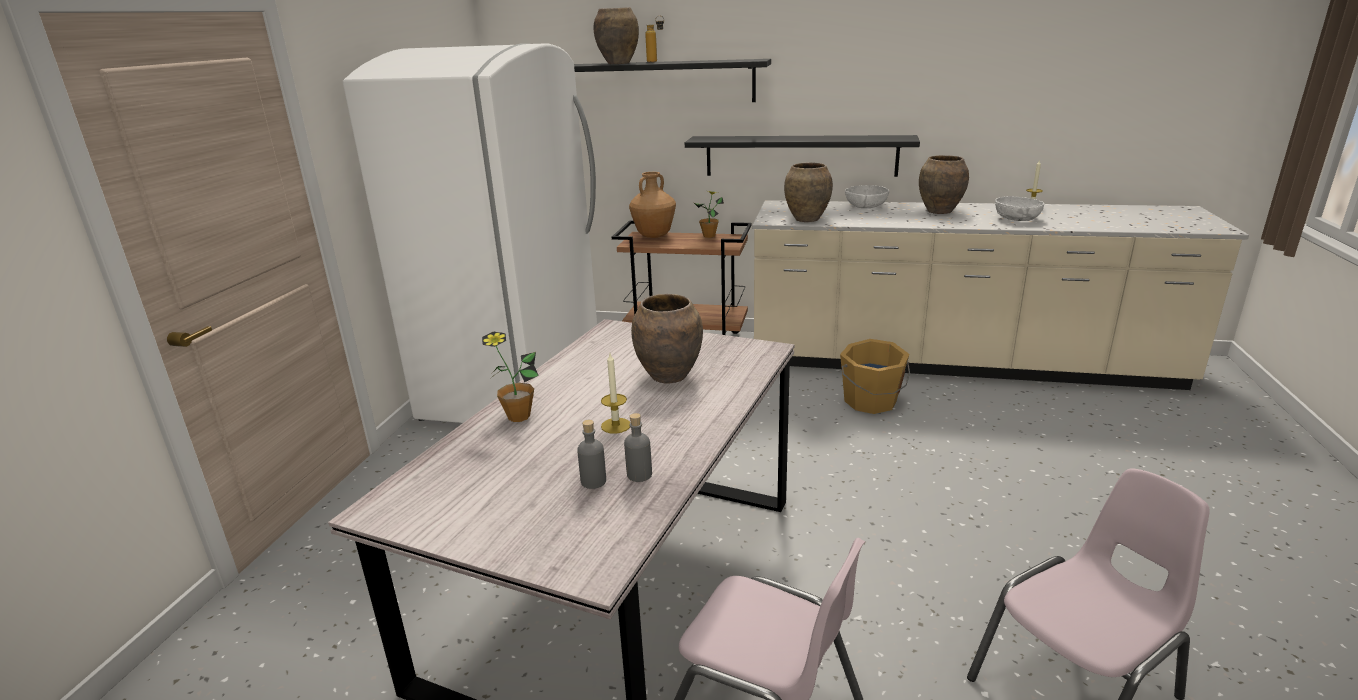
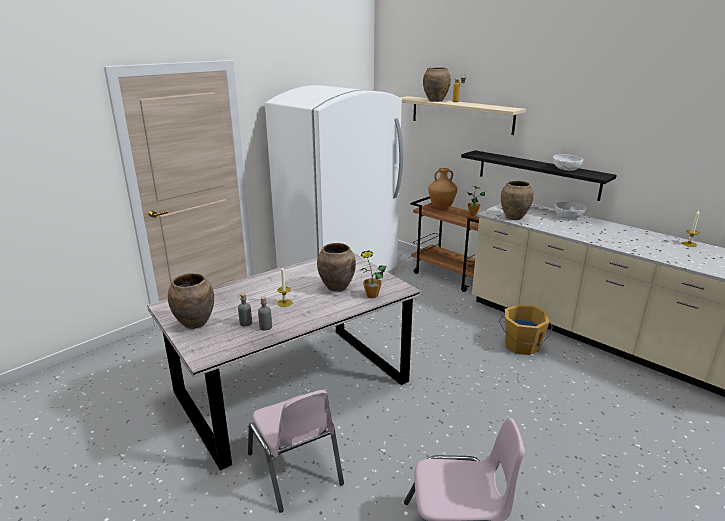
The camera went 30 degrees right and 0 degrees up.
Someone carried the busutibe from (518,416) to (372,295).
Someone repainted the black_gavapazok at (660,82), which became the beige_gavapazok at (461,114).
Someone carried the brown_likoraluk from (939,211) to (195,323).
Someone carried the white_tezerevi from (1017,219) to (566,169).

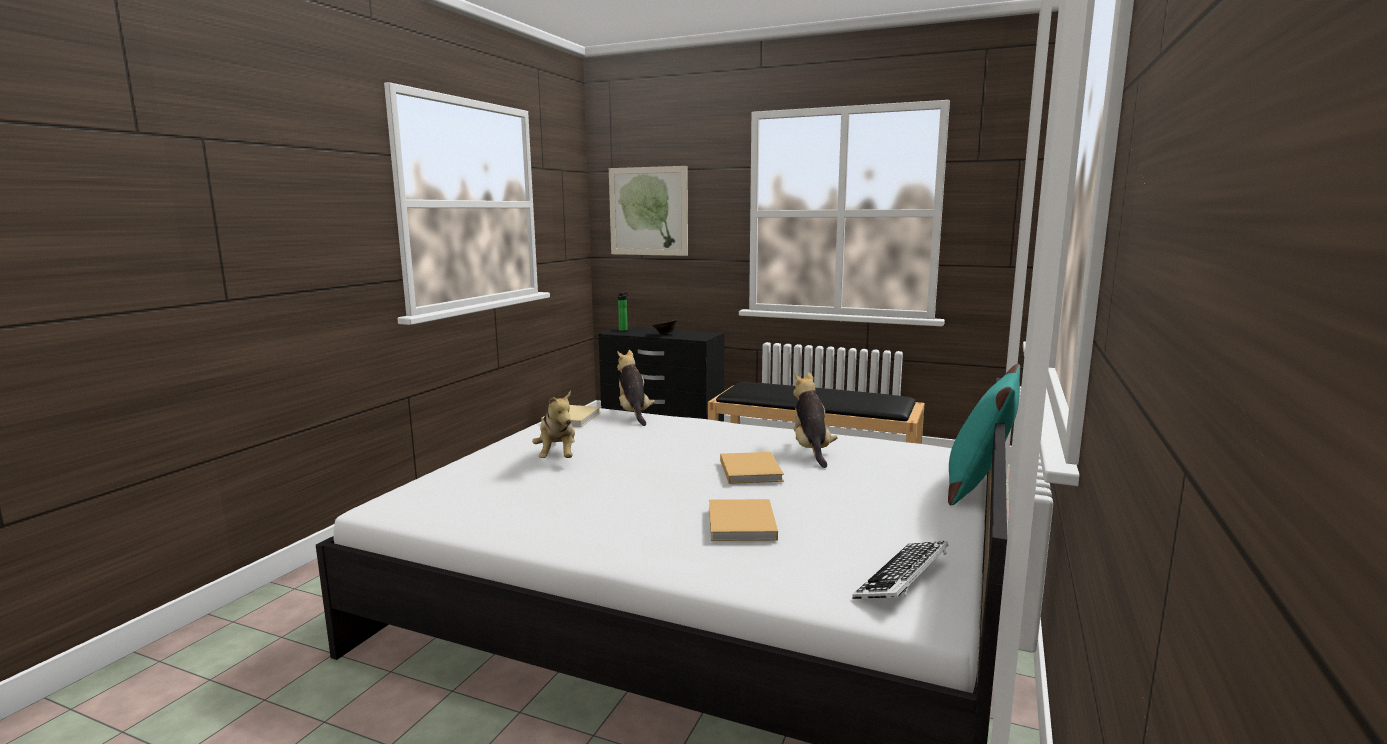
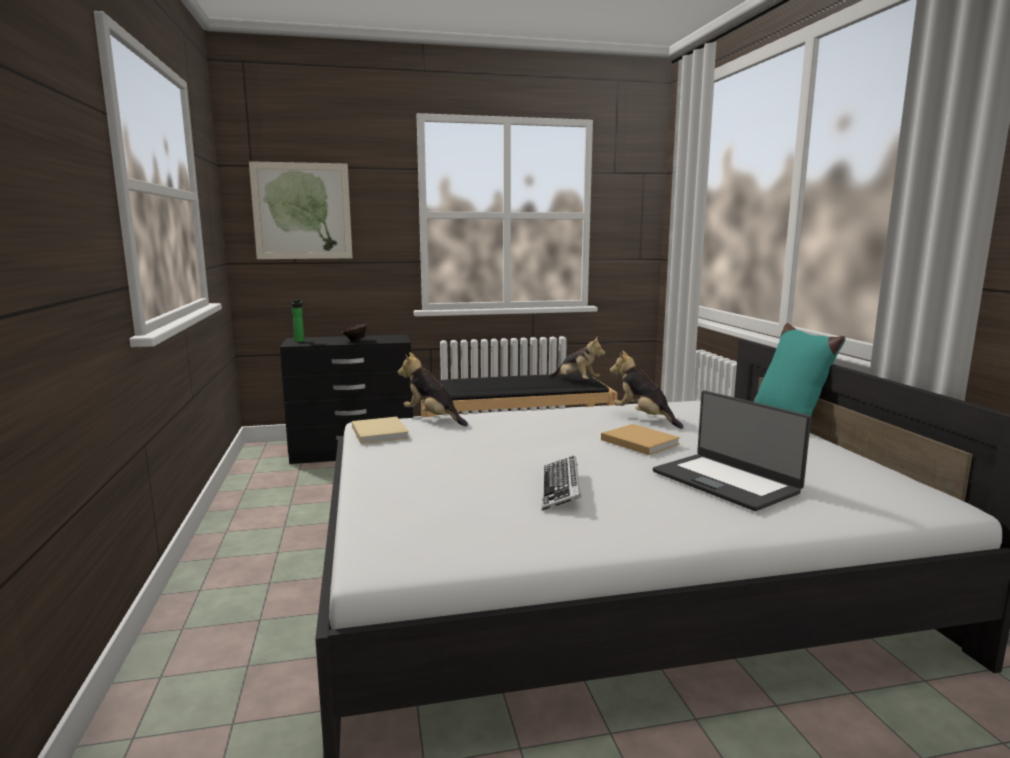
The camera went 35 degrees left and 0 degrees up.
Someone carried the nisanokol from (557,457) to (576,381).
Someone swapped the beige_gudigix at (741,524) for the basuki at (726,481).
Someone carried the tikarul from (903,579) to (560,489).

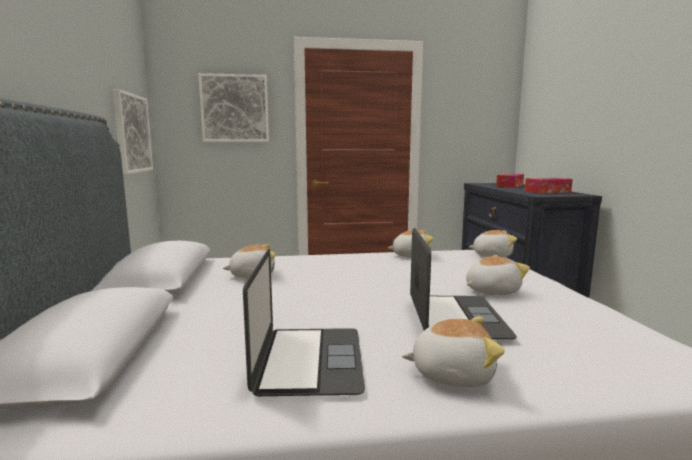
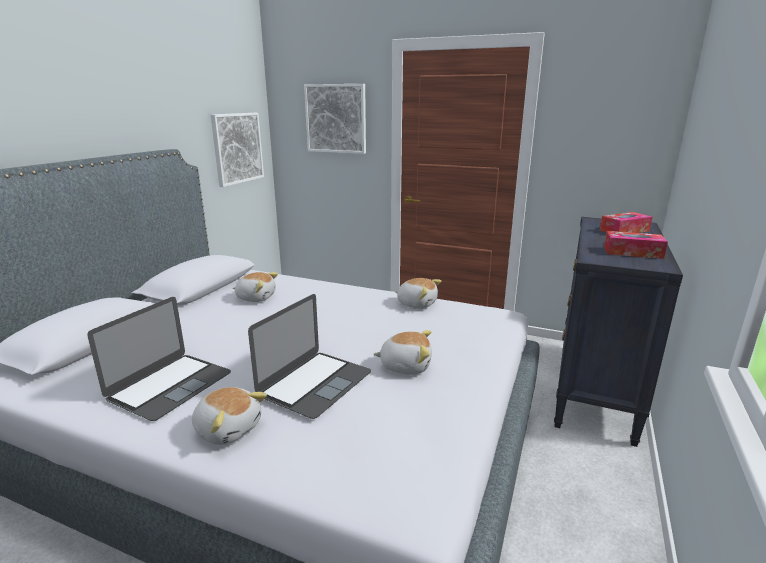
The camera went 30 degrees right and 10 degrees up.
Someone took away the nisanokol at (492,255).

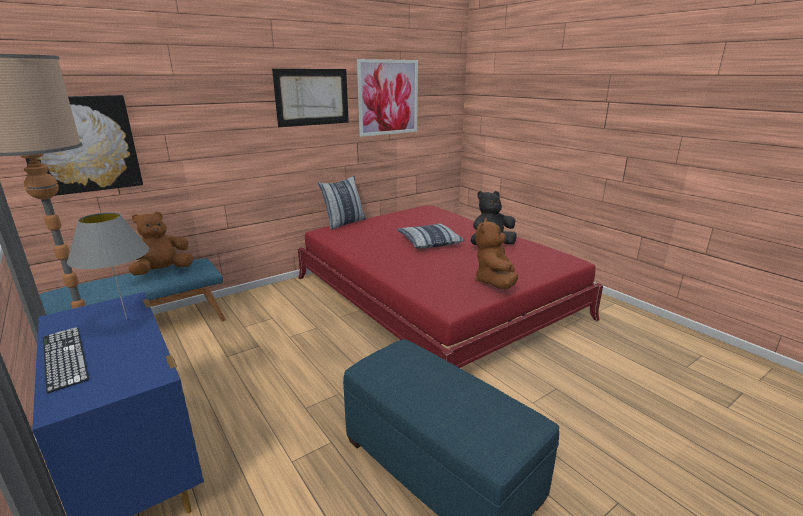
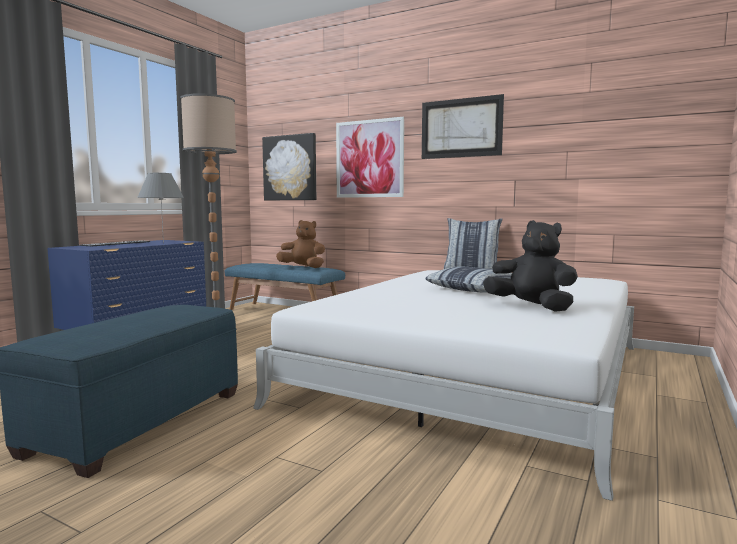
The camera went 65 degrees right and 15 degrees down.
Someone repainted the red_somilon at (435,297), which became the white_somilon at (476,373).
Someone carried the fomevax from (388,97) to (369,159).
Someone took away the brown_nisanokol at (495,282).

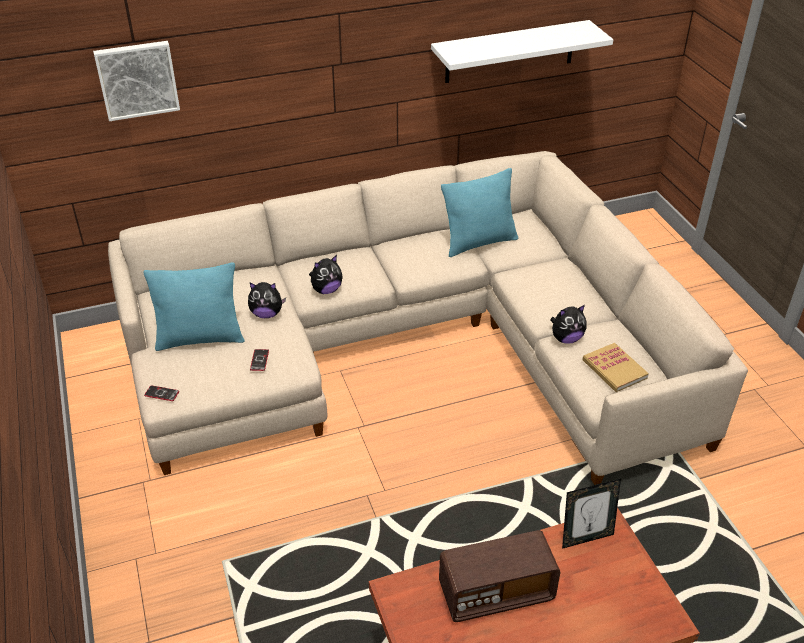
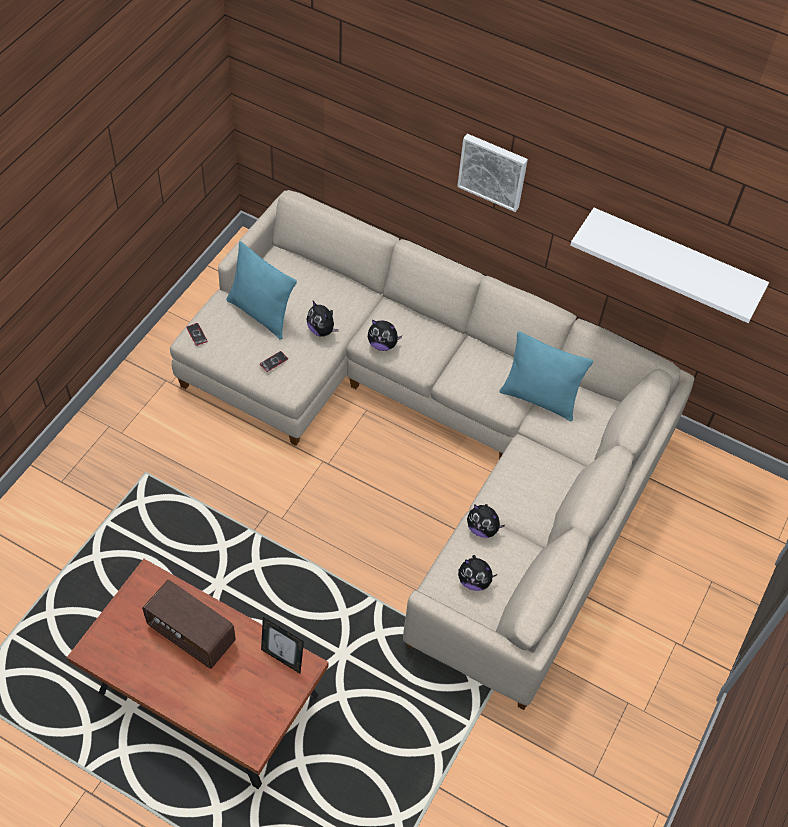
The camera went 45 degrees right and 15 degrees up.
Someone carried the fomevax from (137,79) to (493,170).
Someone swapped the gudigix at (614,369) for the nisanokol at (474,581).

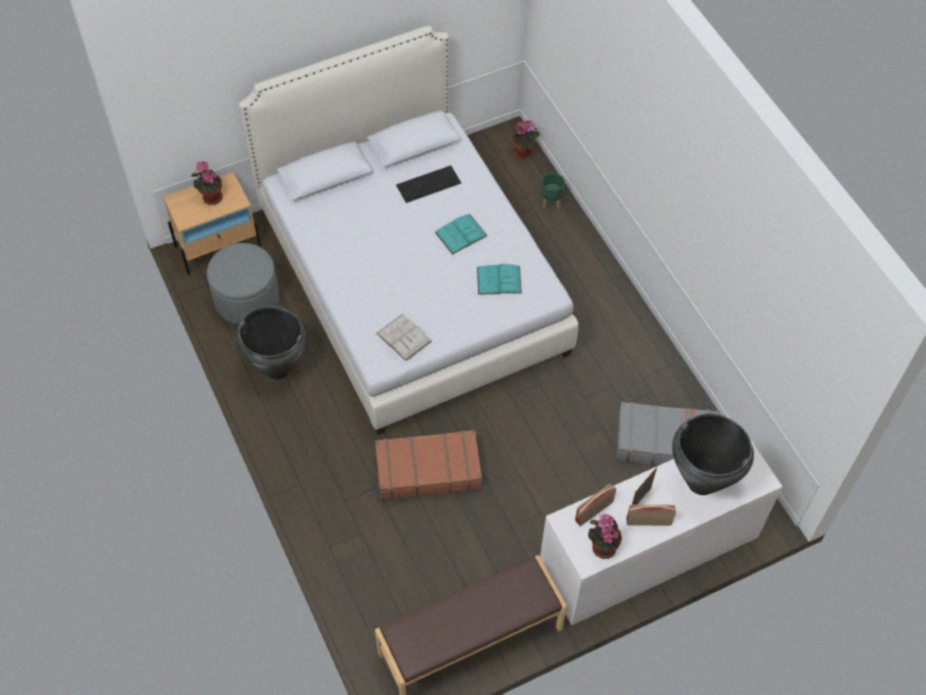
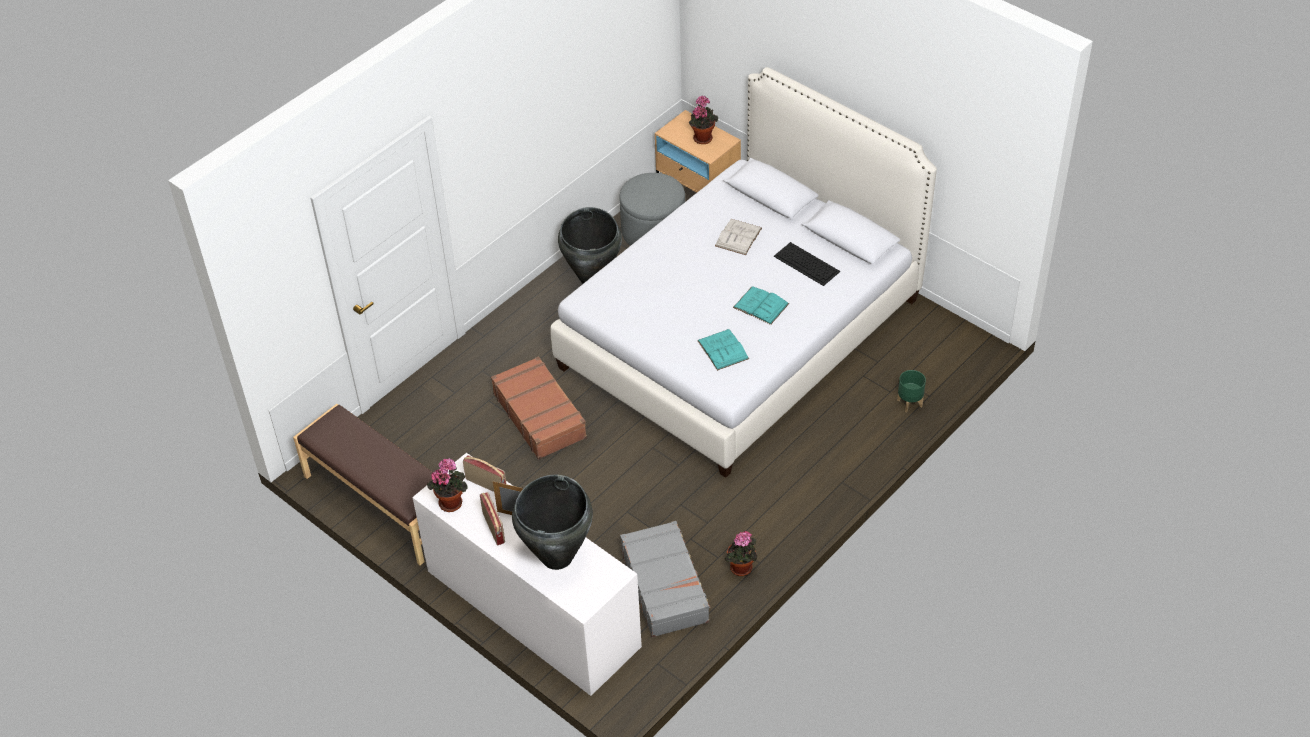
The camera went 70 degrees right and 10 degrees down.
Someone carried the white_gudigix from (404,337) to (738,237).
Someone carried the busutibe from (524,153) to (741,569).

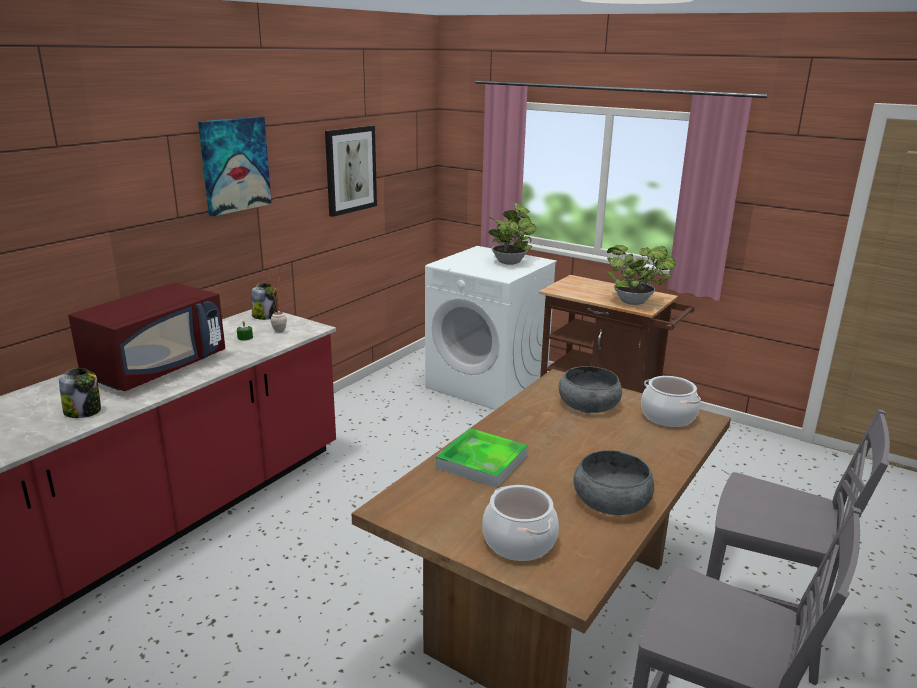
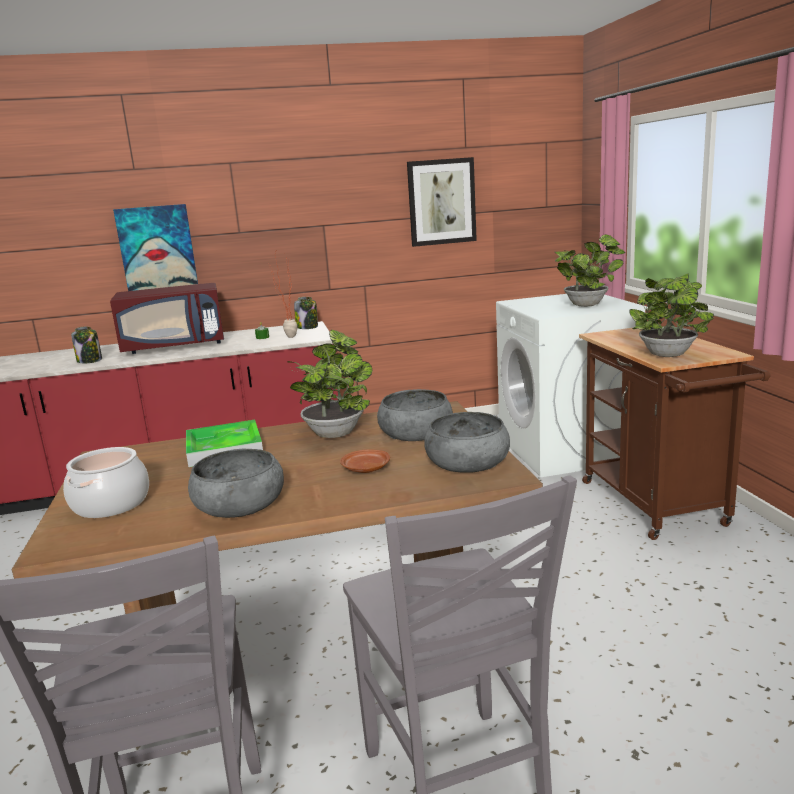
The camera went 45 degrees right and 5 degrees down.
Someone carried the fomevax from (234,165) to (157,247).
Someone swapped the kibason at (667,416) for the grey_tezerevi at (468,462).
Someone put down the busutibe at (335,431).
Someone put down the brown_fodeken at (365,469).

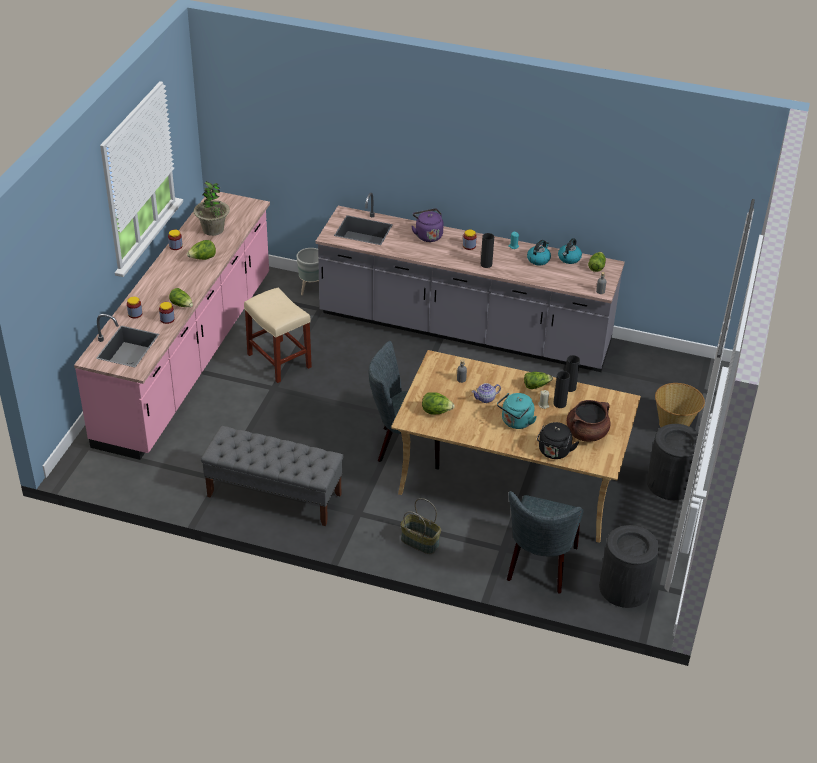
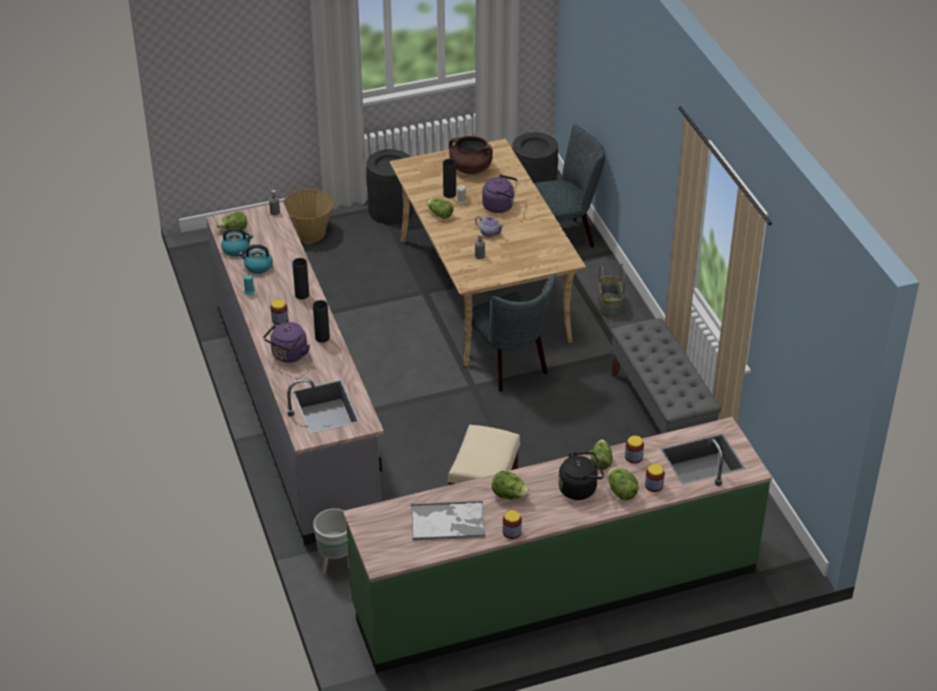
The camera went 125 degrees left and 0 degrees up.
Someone repainted the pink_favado at (188,358), which became the green_favado at (555,589).
Someone swapped the busutibe at (213,229) for the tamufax at (448,522).
Someone carried the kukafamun from (436,411) to (621,492).
Someone repainted the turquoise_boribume at (516,422), which became the purple_boribume at (500,206).
Someone carried the black_boribume from (554,452) to (580,488).
Someone carried the black_likoraluk from (569,387) to (322,337).

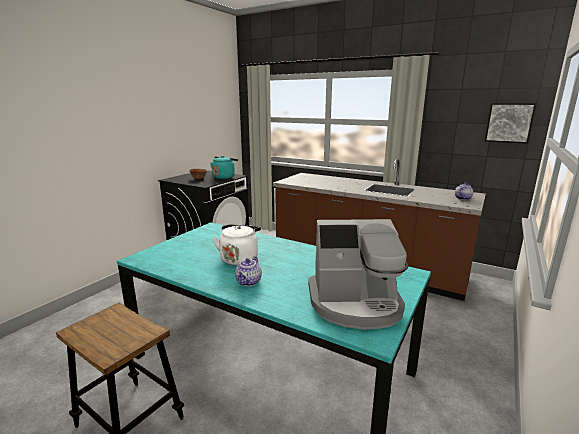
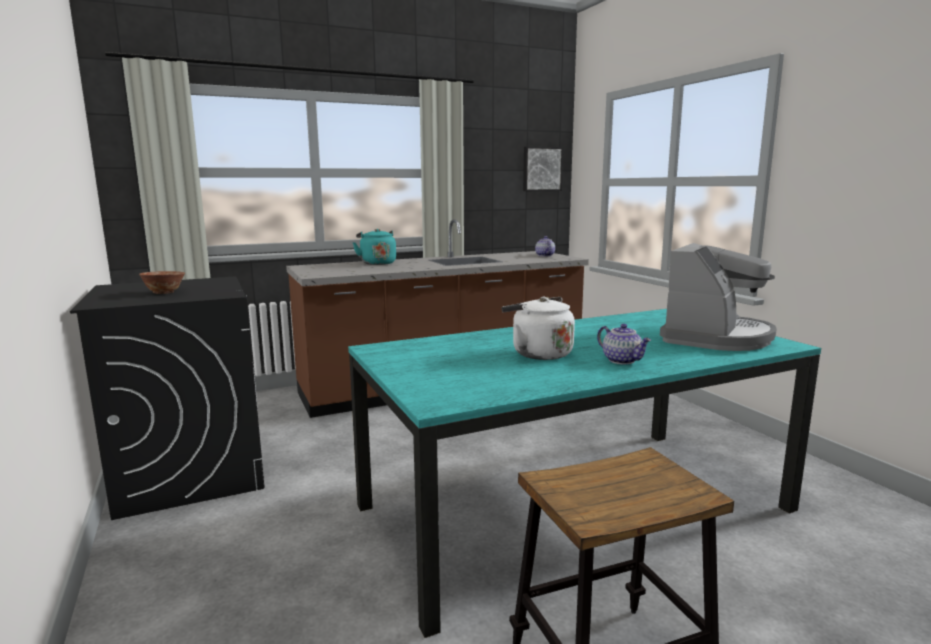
The camera went 55 degrees left and 5 degrees down.
Someone carried the turquoise_boribume from (224,177) to (377,263).

